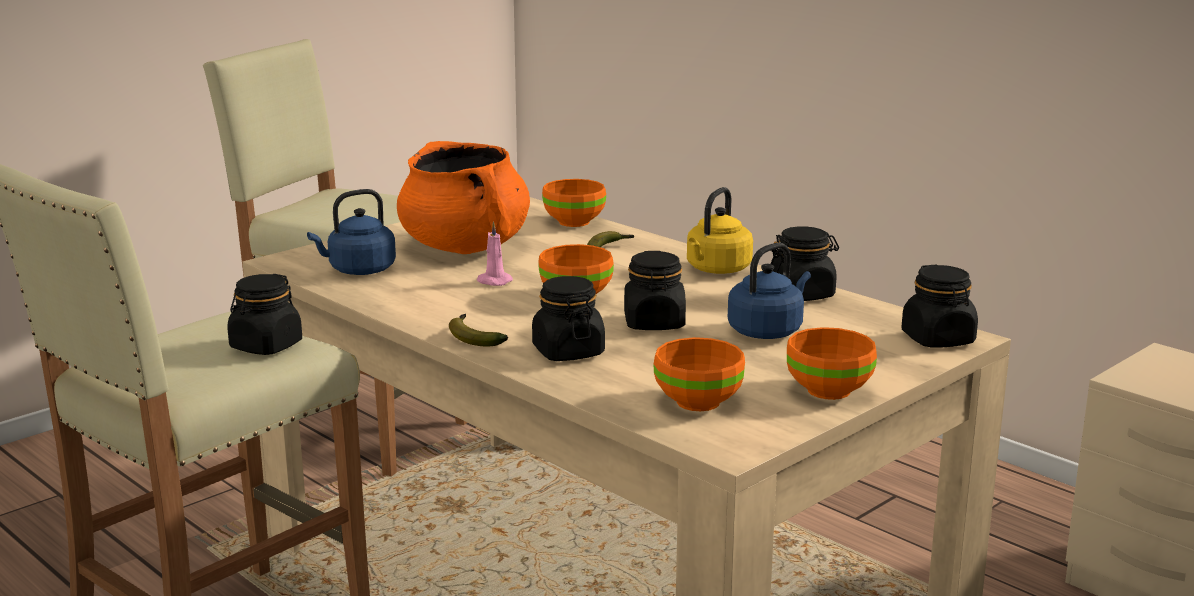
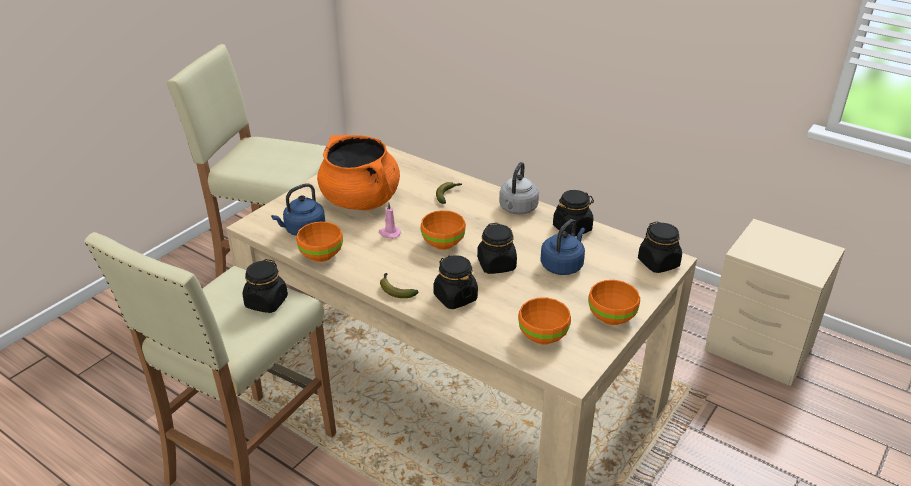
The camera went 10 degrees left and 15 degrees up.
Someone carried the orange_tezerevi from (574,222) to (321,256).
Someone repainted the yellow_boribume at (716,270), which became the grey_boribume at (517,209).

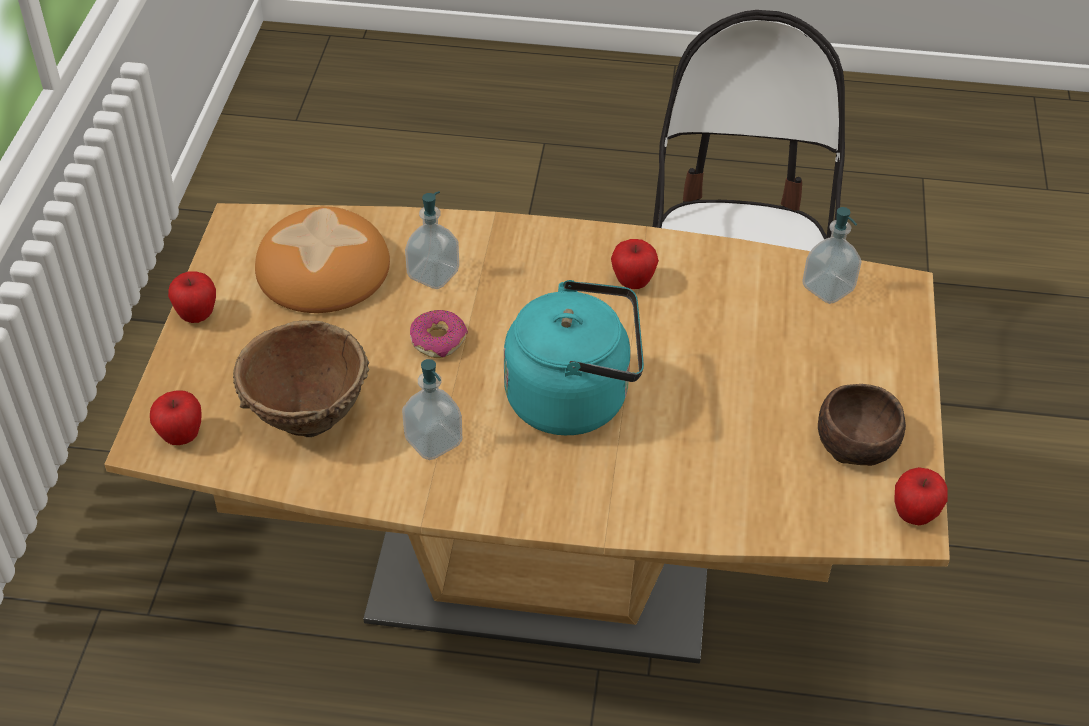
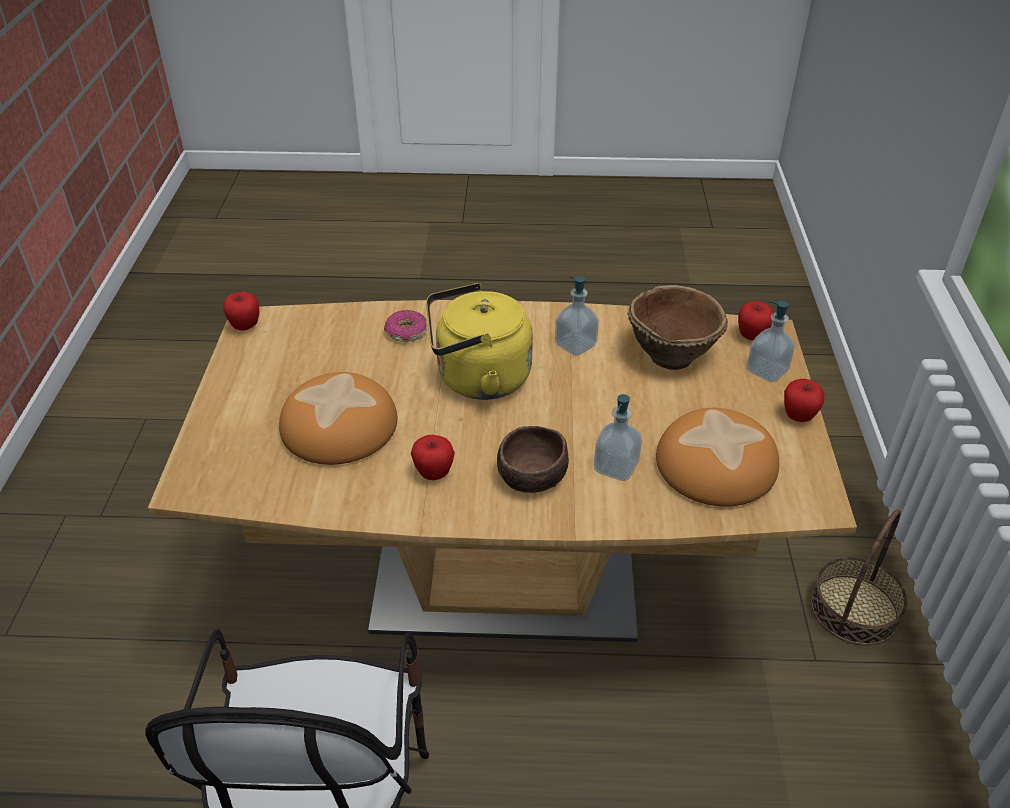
The camera went 175 degrees right and 5 degrees down.
Someone carried the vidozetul from (438,340) to (406,332).
Someone repainted the turquoise_boribume at (575,398), which became the yellow_boribume at (477,379).
Someone carried the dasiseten from (828,288) to (767,371).
Someone carried the brown_tezerevi from (858,442) to (530,476).
Someone put down the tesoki at (338,427).
Someone put down the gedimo at (854,609).

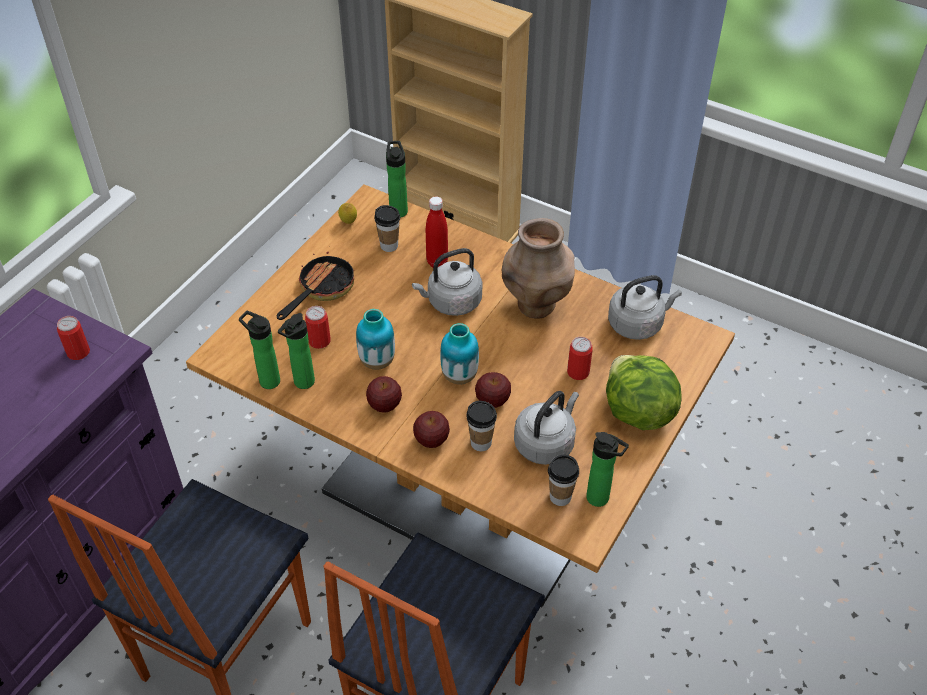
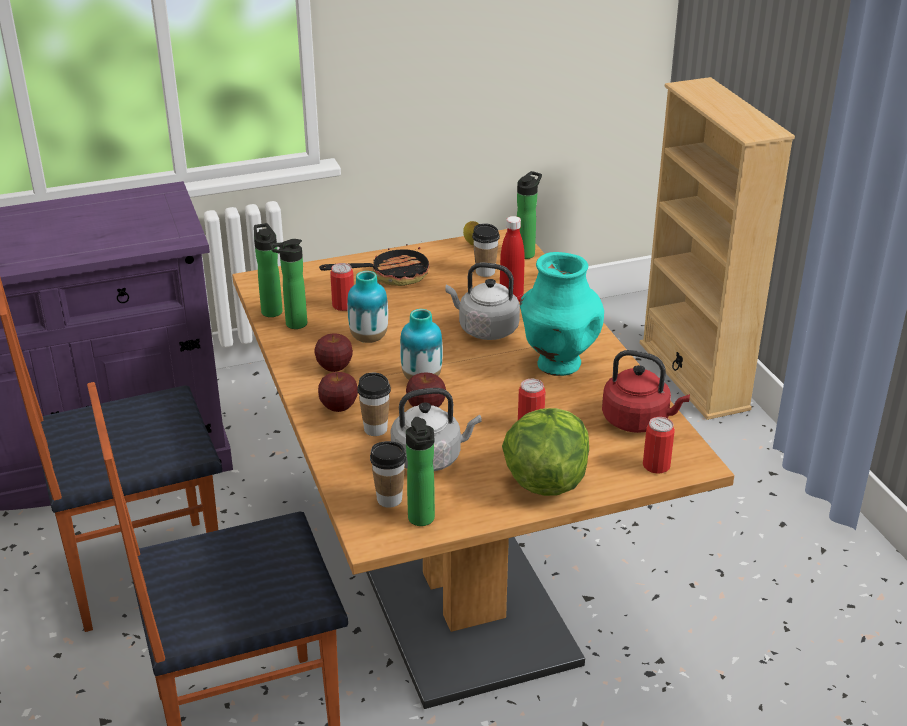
The camera went 40 degrees right and 15 degrees down.
Someone carried the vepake from (78,352) to (656,466).
Someone repainted the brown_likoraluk at (536,305), which became the turquoise_likoraluk at (557,364).
Someone repainted the grey_boribume at (638,324), which became the red_boribume at (638,421).

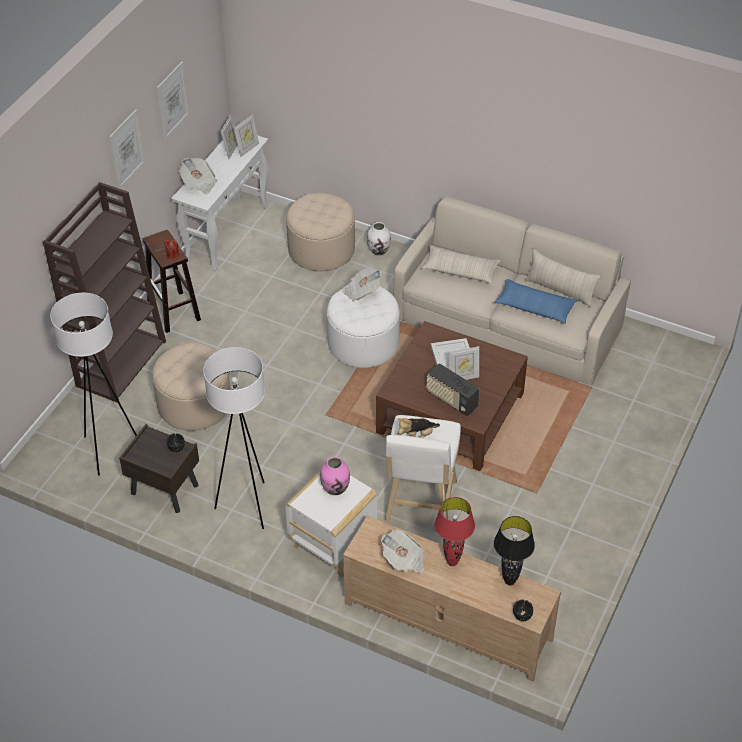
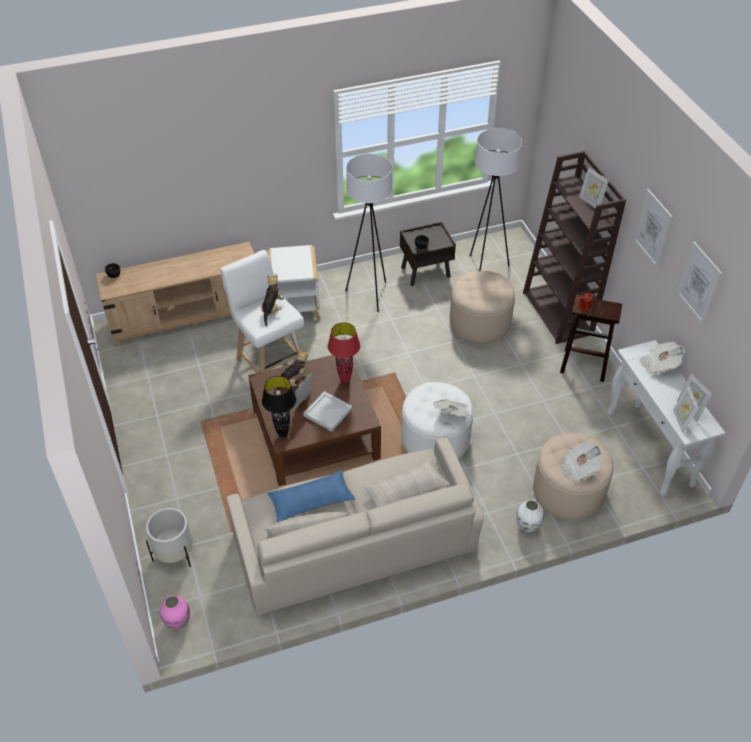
The camera went 135 degrees right and 0 degrees up.
Someone carried the pink_likoraluk from (335,488) to (178,622).
Someone carried the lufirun from (404,560) to (578,468).
Someone swapped the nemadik at (451,400) for the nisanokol at (294,382).
Someone carried the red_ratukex from (452,562) to (345,380).
Someone carried the black_ratukex from (509,581) to (283,434).
Someone put down the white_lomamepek at (175,554).
Someone put down the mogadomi at (590,202).

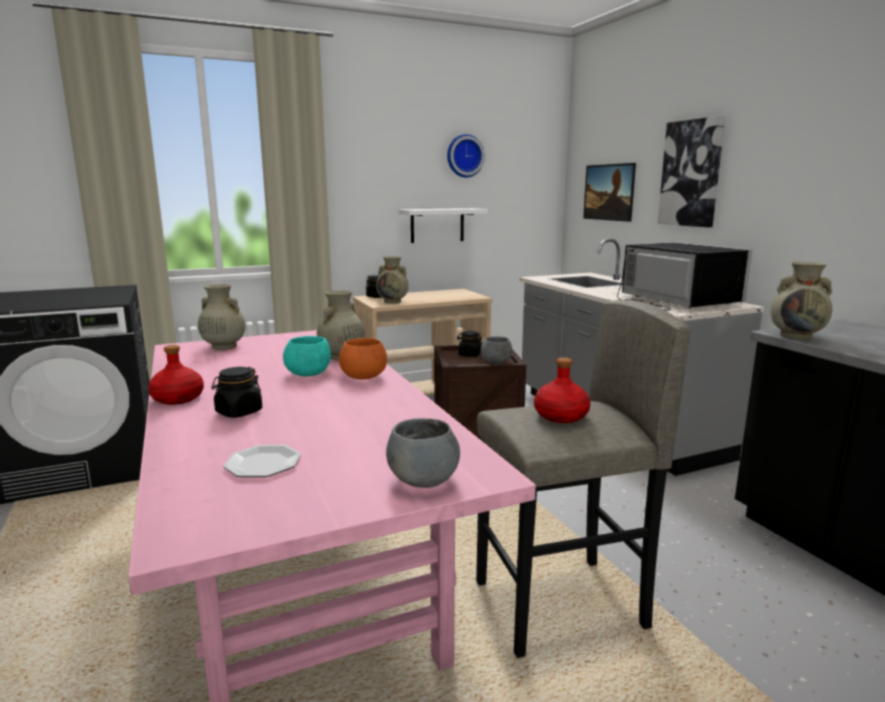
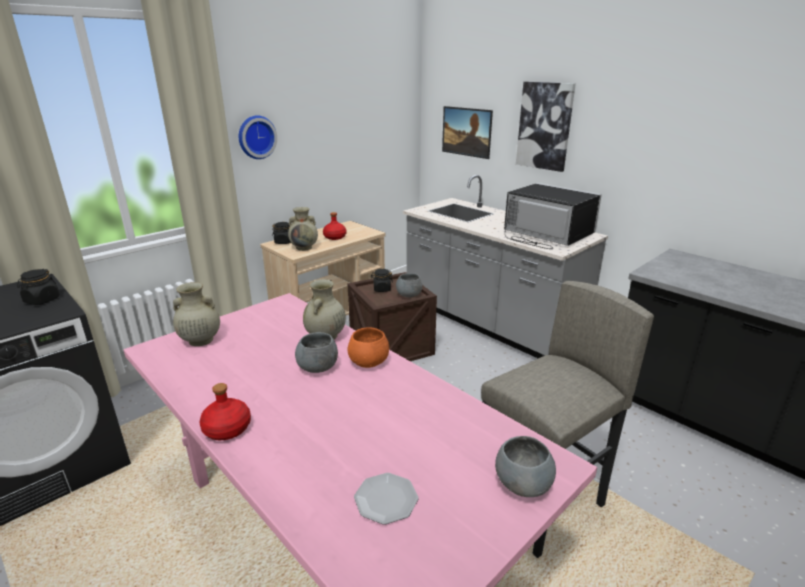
The camera went 20 degrees left and 10 degrees up.
Someone carried the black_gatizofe from (239,412) to (42,300).
Someone repainted the turquoise_tezerevi at (308,374), which became the grey_tezerevi at (318,368).
Someone took away the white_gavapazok at (437,225).
Someone carried the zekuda from (464,156) to (256,137).
Someone carried the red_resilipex from (560,416) to (334,237).
Someone took away the beige_likoraluk at (797,336).

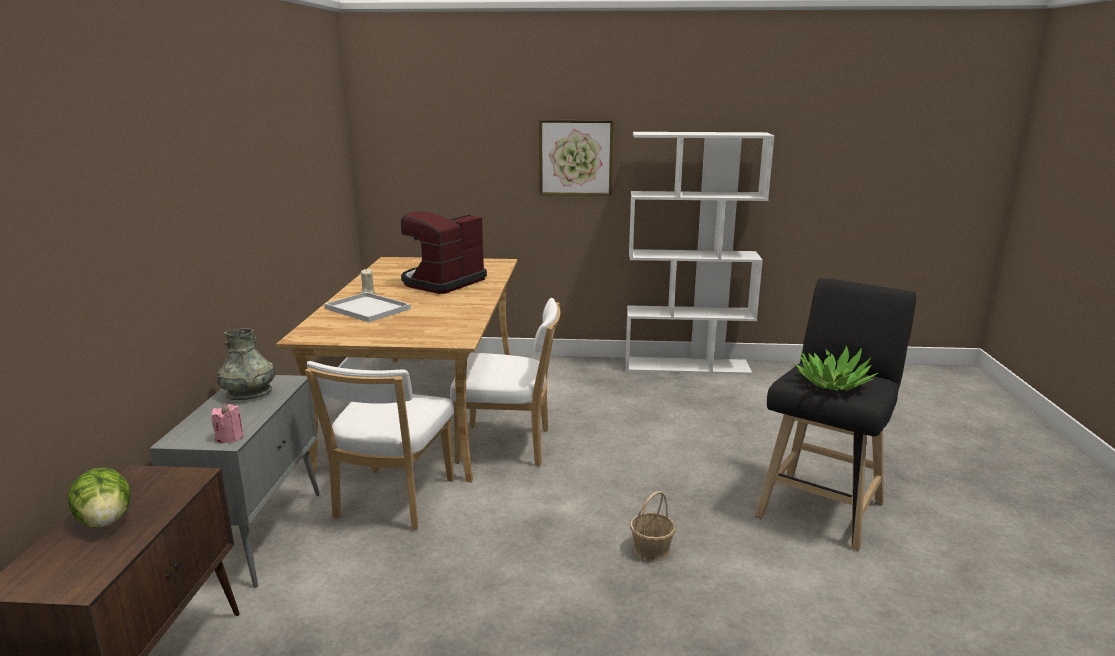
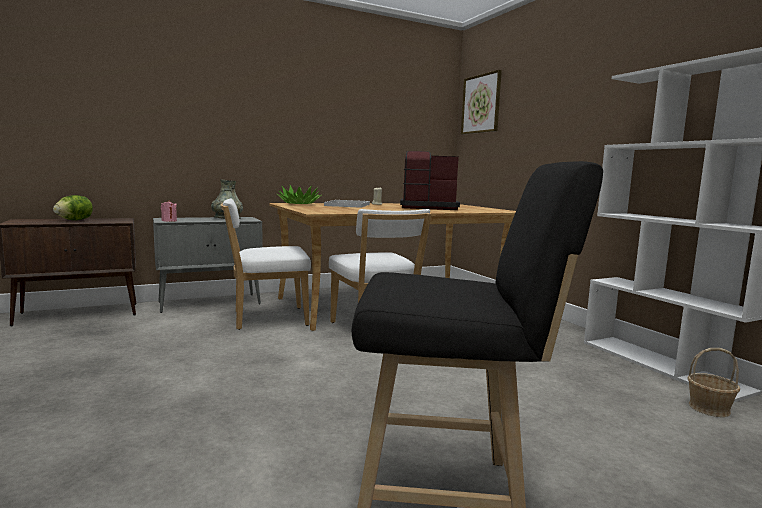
The camera went 60 degrees right and 10 degrees down.
Someone carried the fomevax from (575,157) to (481,104).
Someone carried the gedimo from (651,550) to (709,408).
Someone carried the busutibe from (832,383) to (299,204).

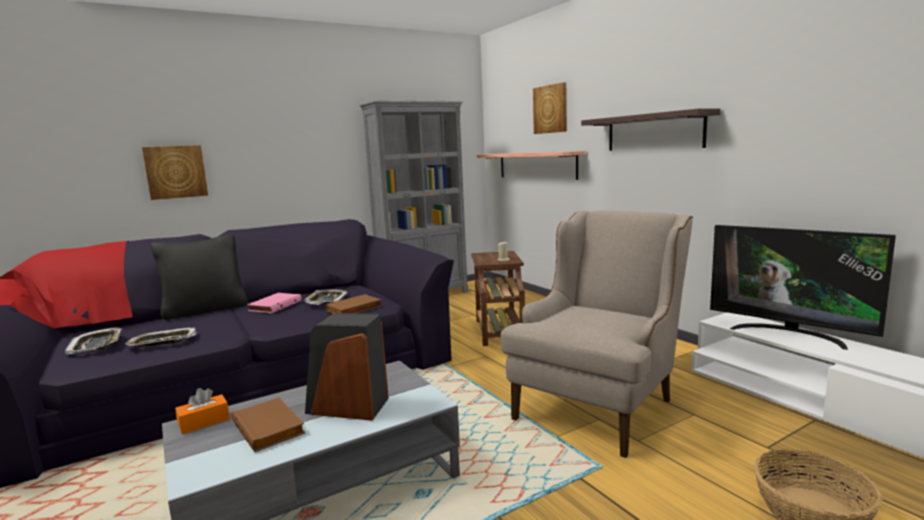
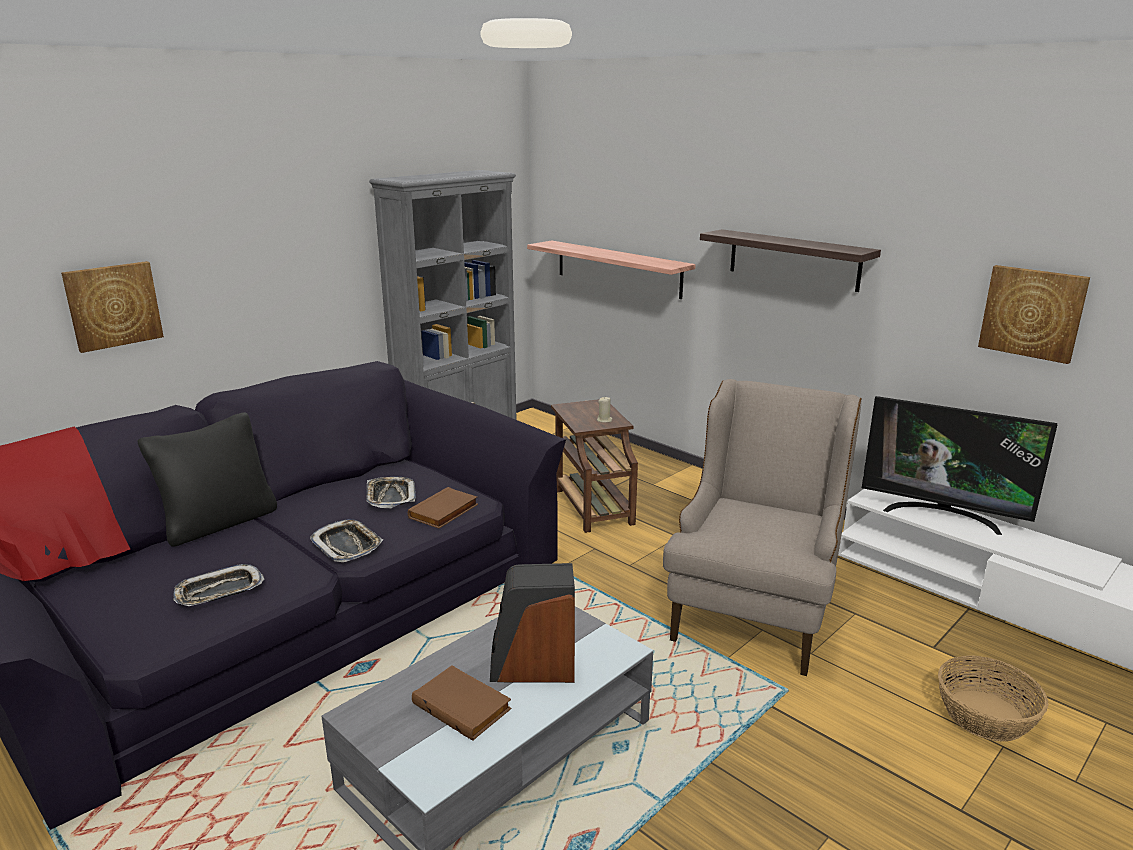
The camera went 15 degrees left and 10 degrees up.
Someone carried the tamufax from (96,345) to (347,545).
Someone took away the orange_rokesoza at (204,422).
Someone took away the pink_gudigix at (274,305).
Someone carried the fomevax from (551,109) to (1032,313).

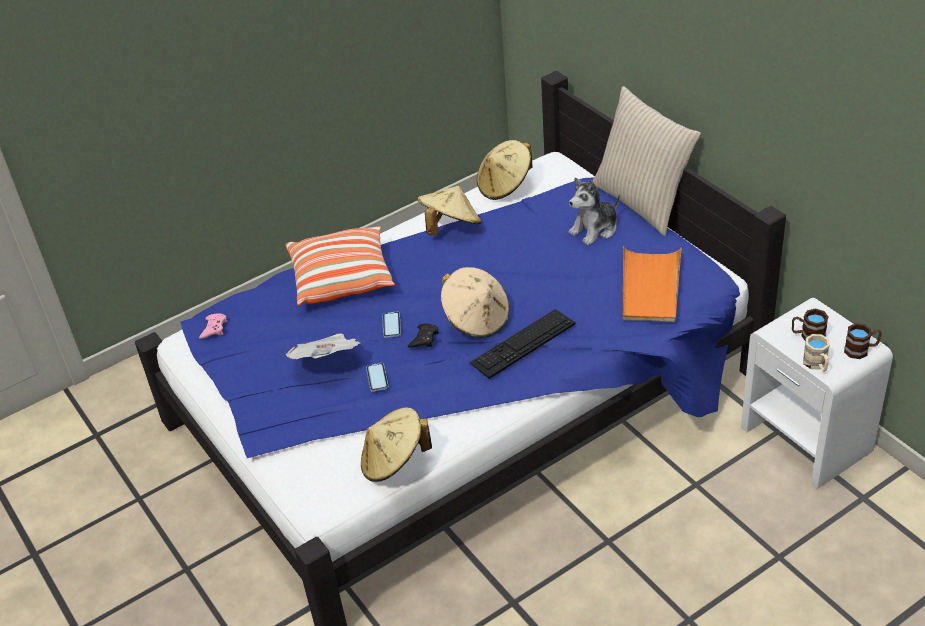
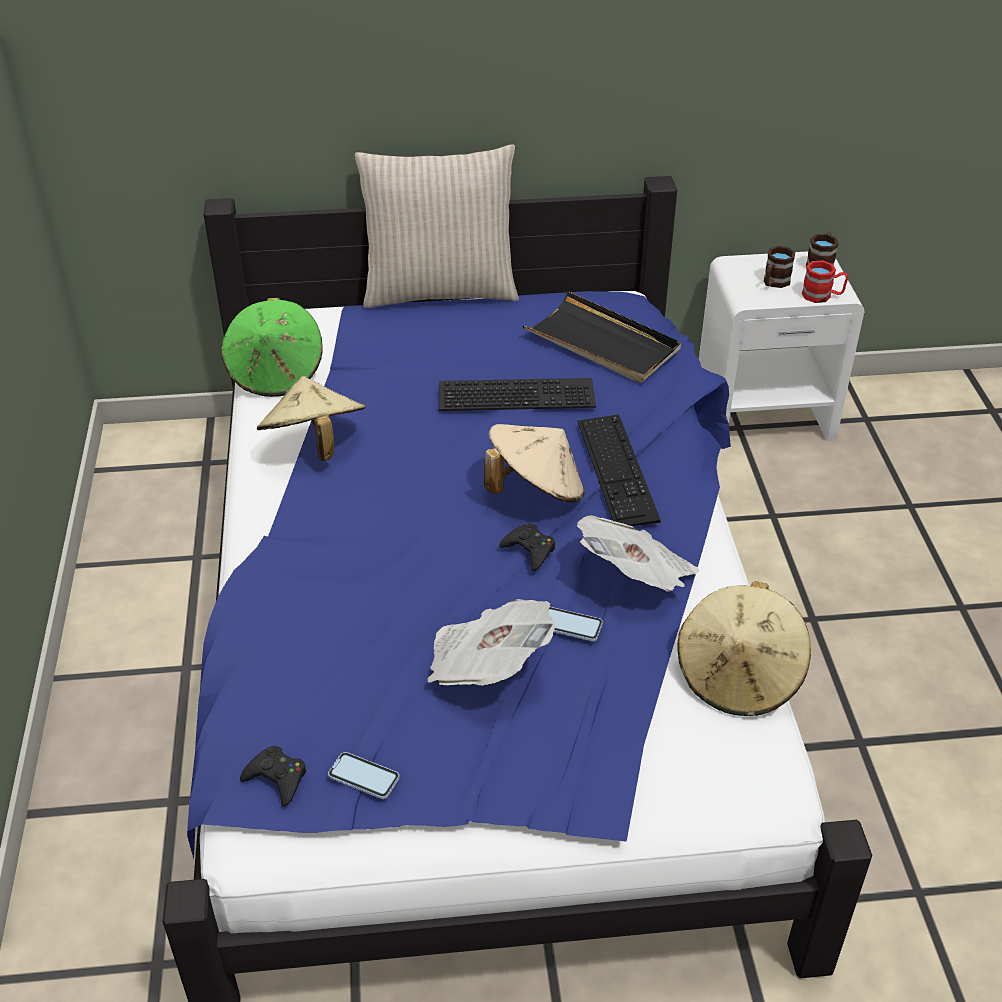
The camera went 65 degrees left and 0 degrees up.
Someone repainted the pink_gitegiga at (214,328), which became the black_gitegiga at (277,778).
Someone took away the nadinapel at (342,278).
Someone carried the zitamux from (391,325) to (364,777).
Someone repainted the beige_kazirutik at (505,186), which became the green_kazirutik at (276,373).
Someone took away the nisanokol at (595,229).
Someone repainted the orange_tamufax at (650,288), which became the black_tamufax at (602,343).
Someone repainted the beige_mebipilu at (817,365), which became the red_mebipilu at (822,296).
Someone put down the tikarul at (518,393).
Someone put down the lufirun at (637,577).

